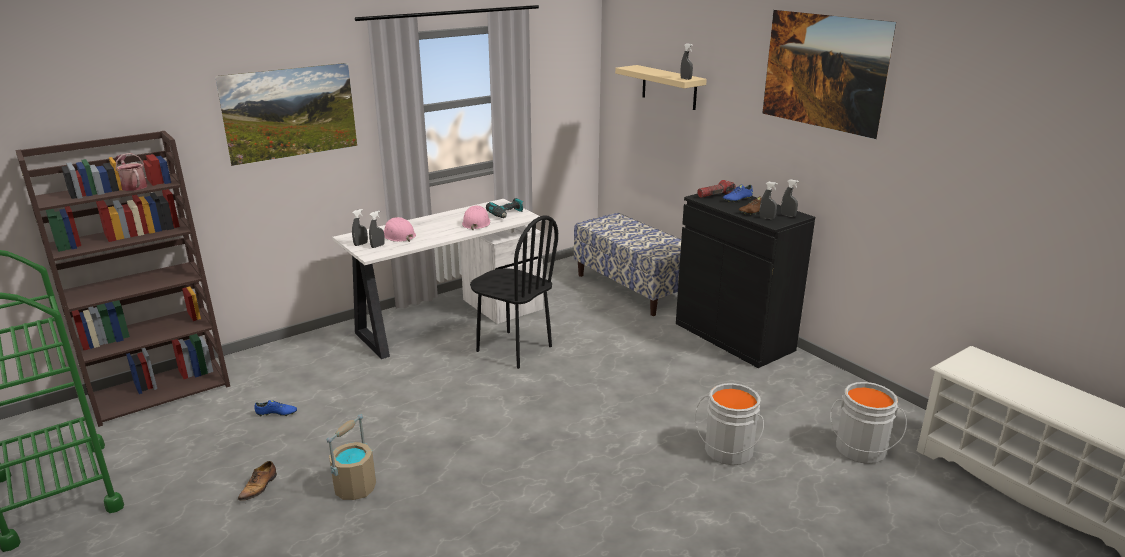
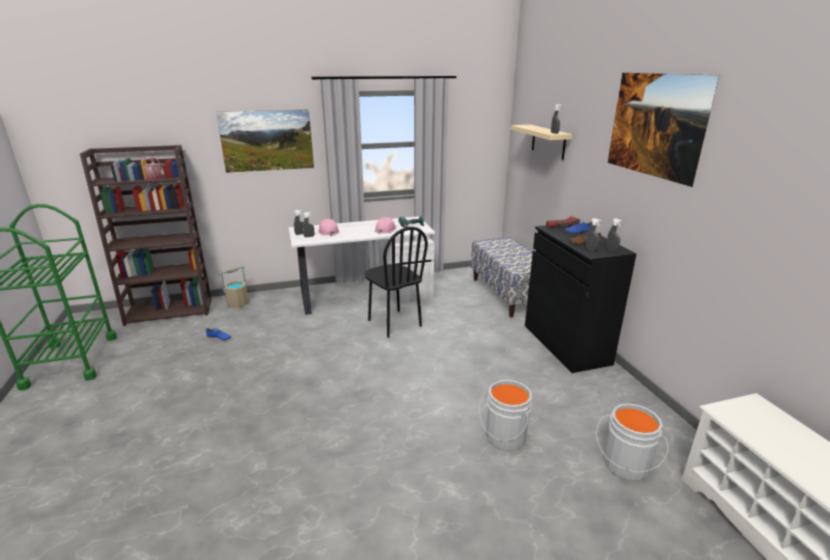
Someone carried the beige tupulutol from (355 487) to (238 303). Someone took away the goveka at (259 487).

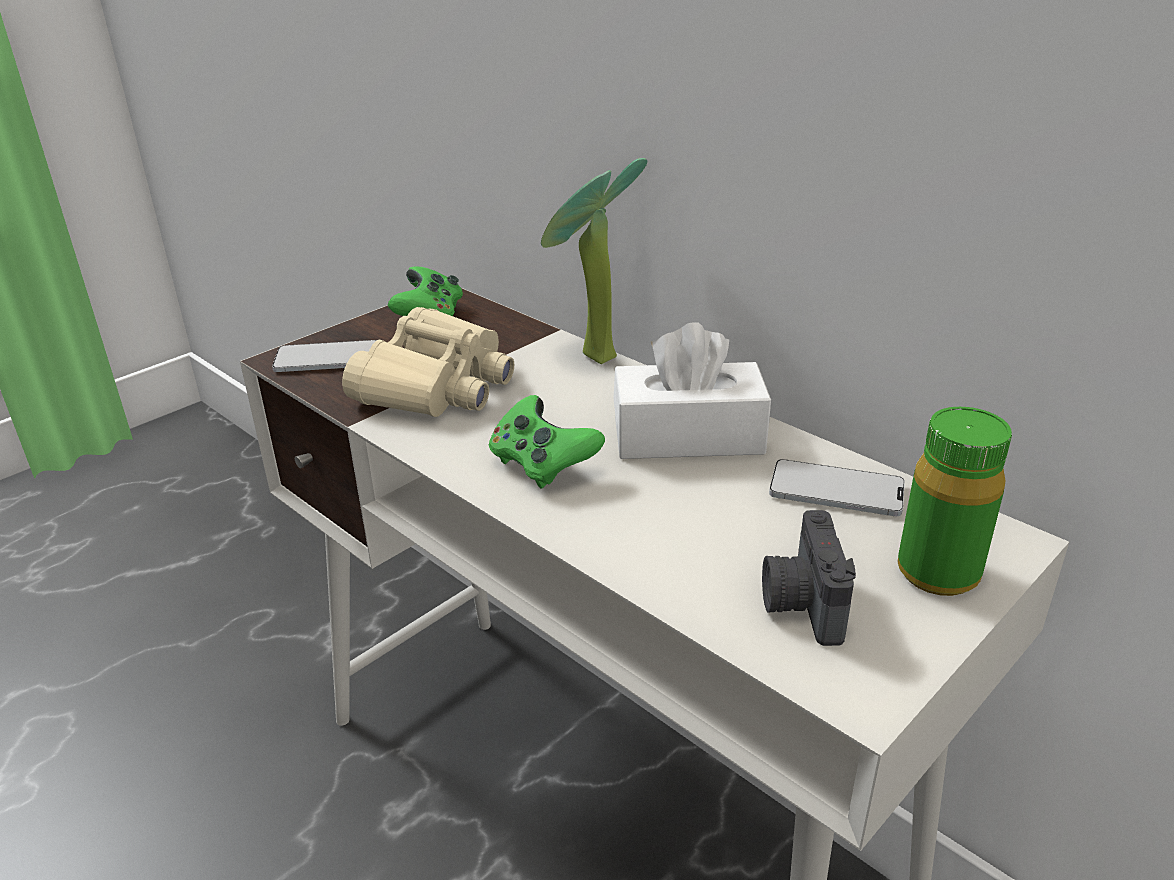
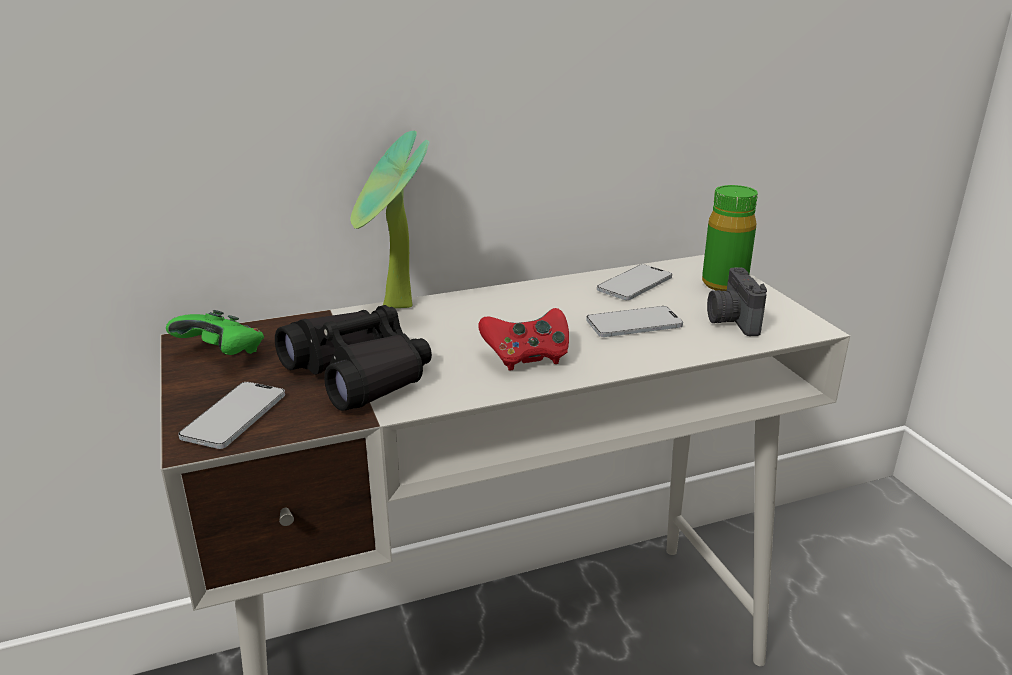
Someone repainted the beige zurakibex at (437 385), which became the black zurakibex at (359 373). Someone took away the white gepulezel at (688 436). Someone repainted the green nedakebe at (542 465), which became the red nedakebe at (527 357). Someone rotated the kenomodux at (801 604) by 60 degrees clockwise. Someone put down the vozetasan at (634 324).

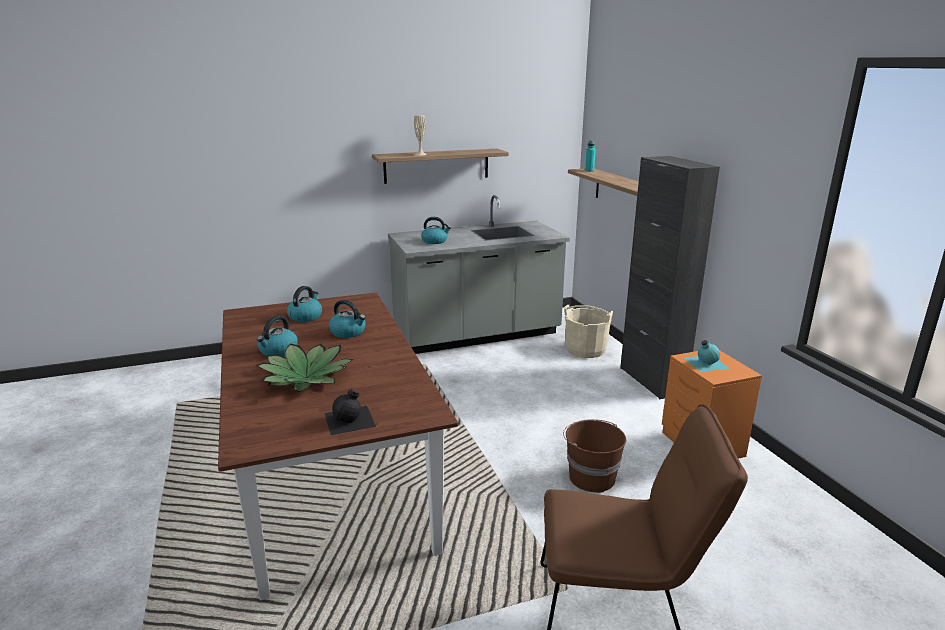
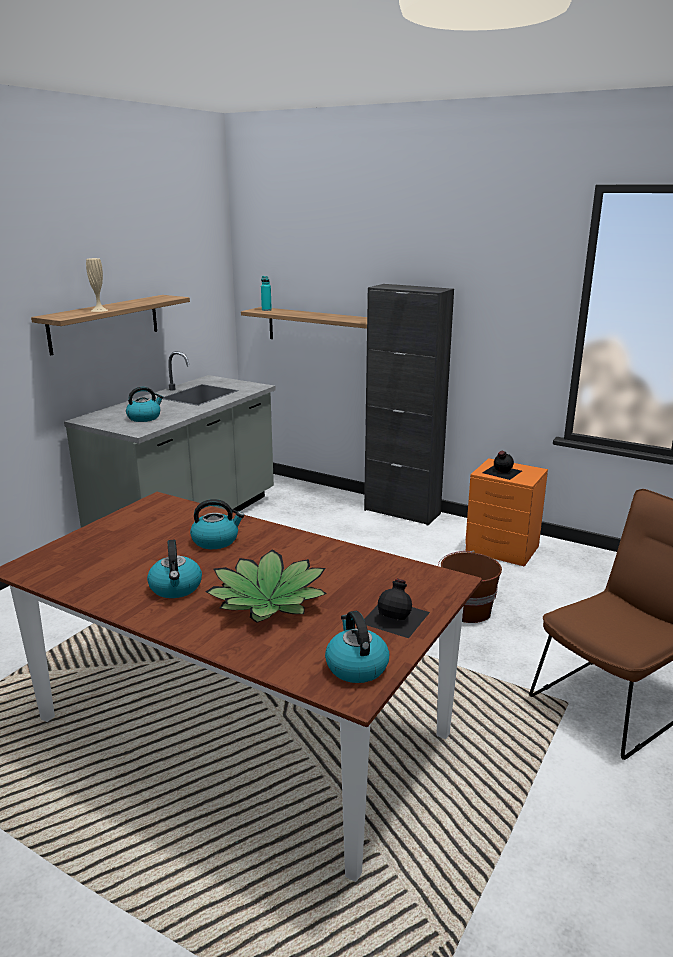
Someone carried the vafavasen from (305 317) to (356 666). Someone took away the beige tupulutol at (585 350). Someone repainted the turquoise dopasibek at (705 362), which became the black dopasibek at (501 472).

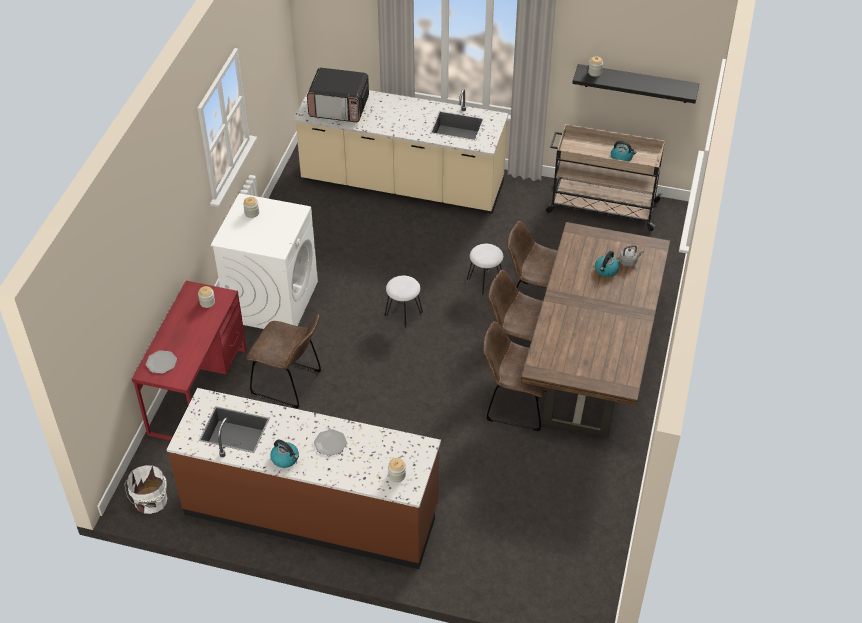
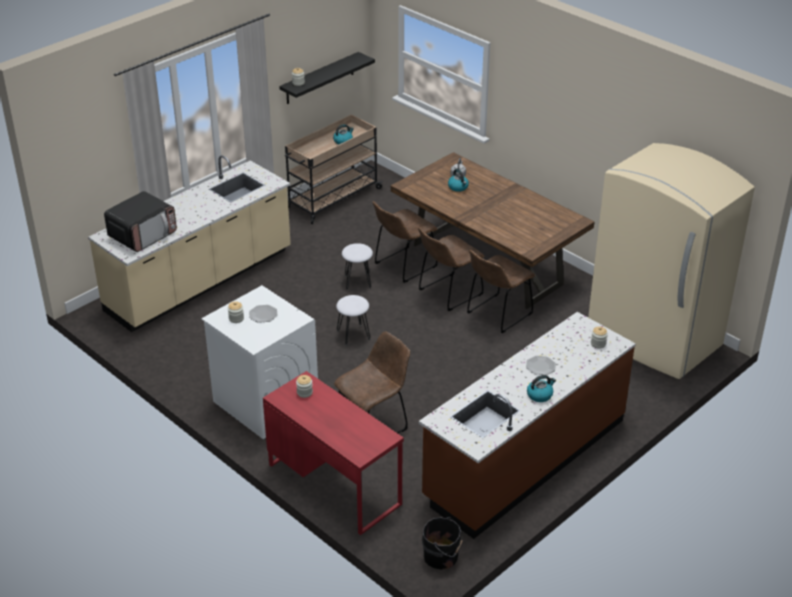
Someone carried the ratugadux from (161 363) to (263 314). Someone repainted the white tupulutol at (150 501), which became the black tupulutol at (442 557). Someone put down the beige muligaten at (653 339).

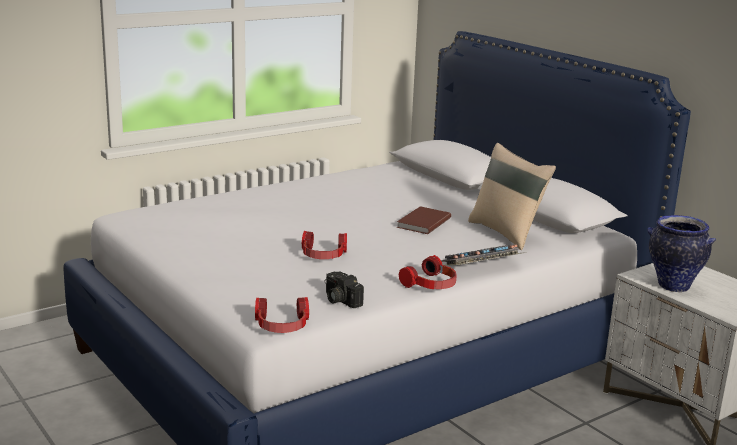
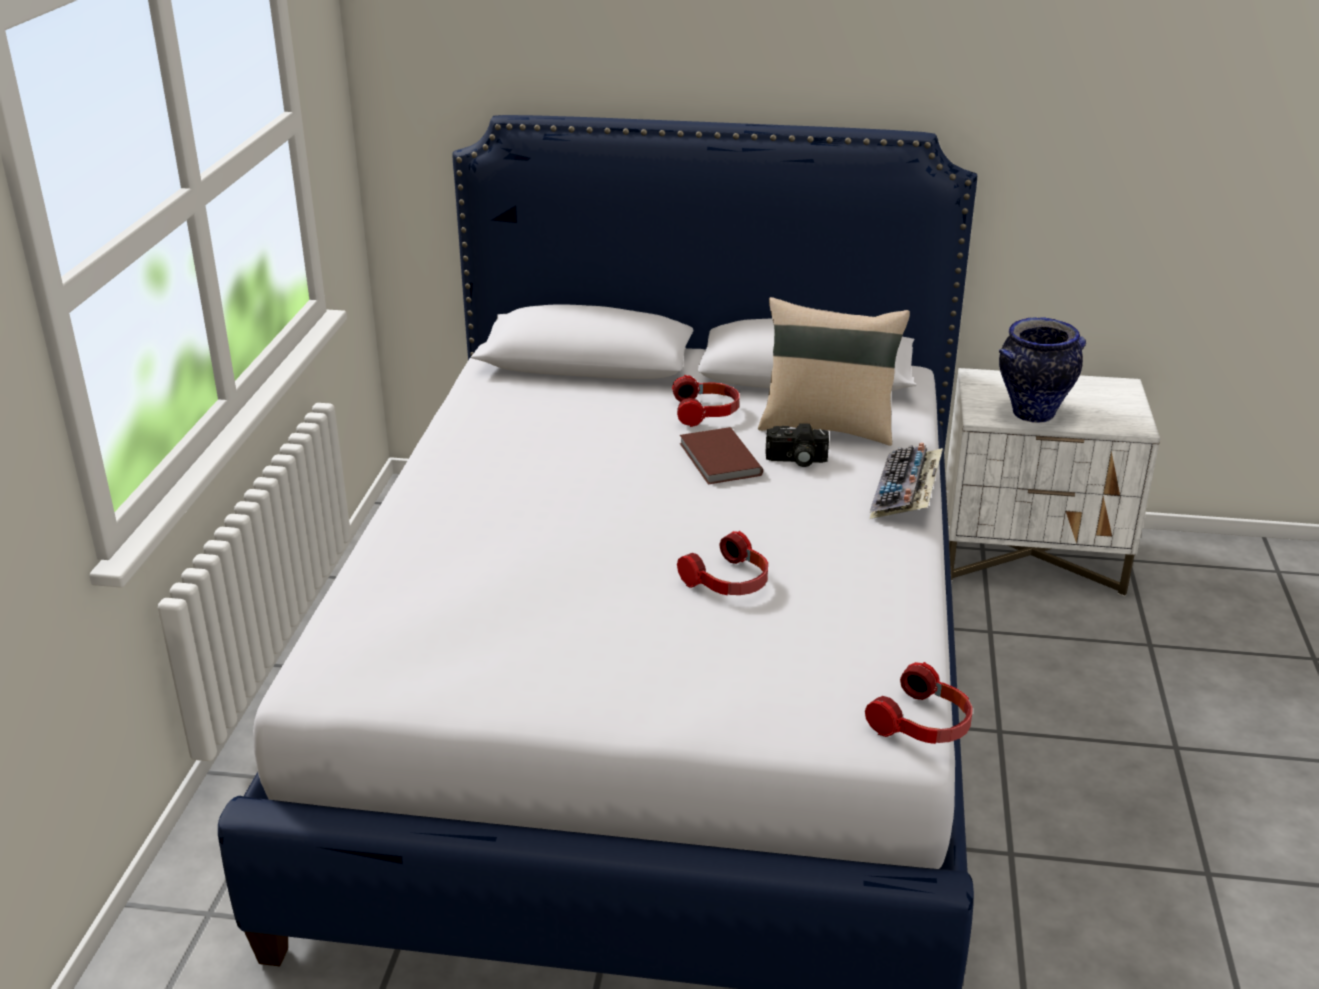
Someone carried the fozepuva from (431 285) to (706 412). Someone carried the kenomodux from (339 300) to (796 460).

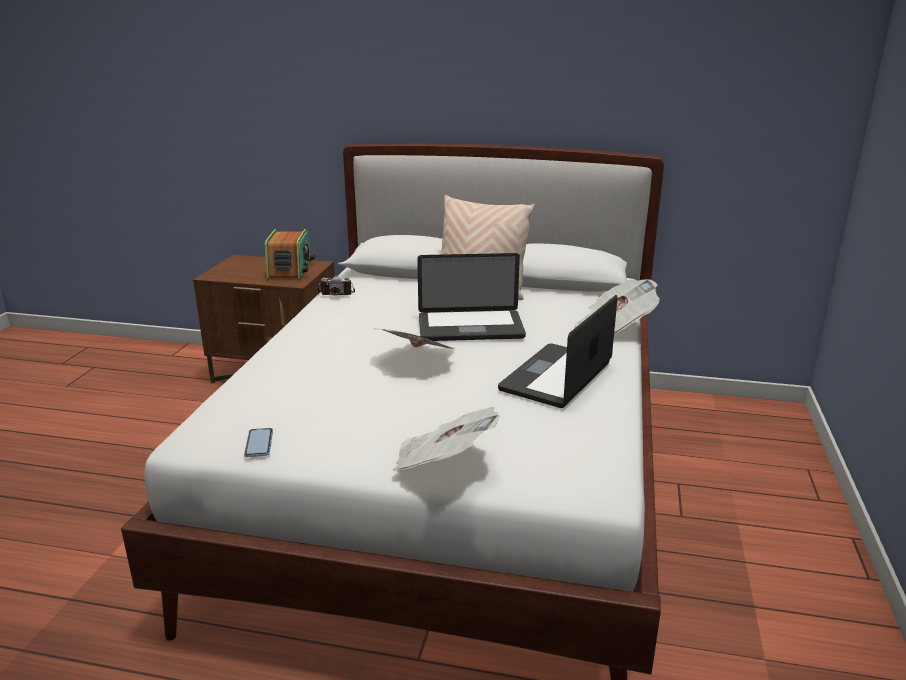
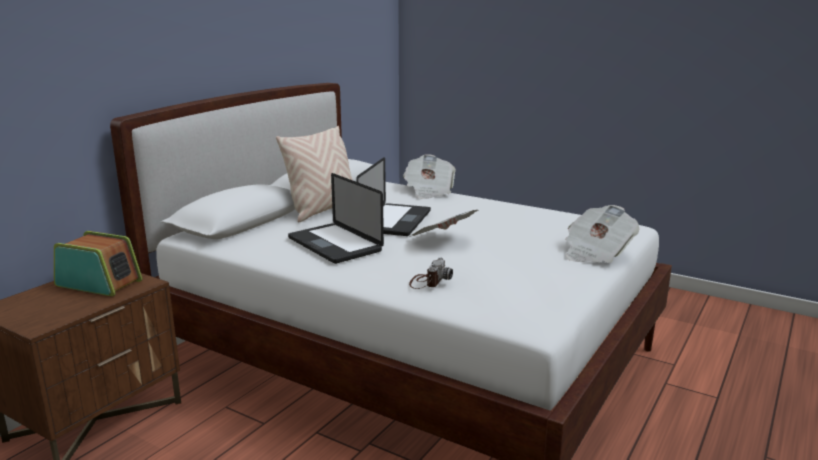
Someone carried the kenomodux from (336 293) to (428 281). Someone carried the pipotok from (556 377) to (334 244). Someone took away the vozetasan at (259 443).

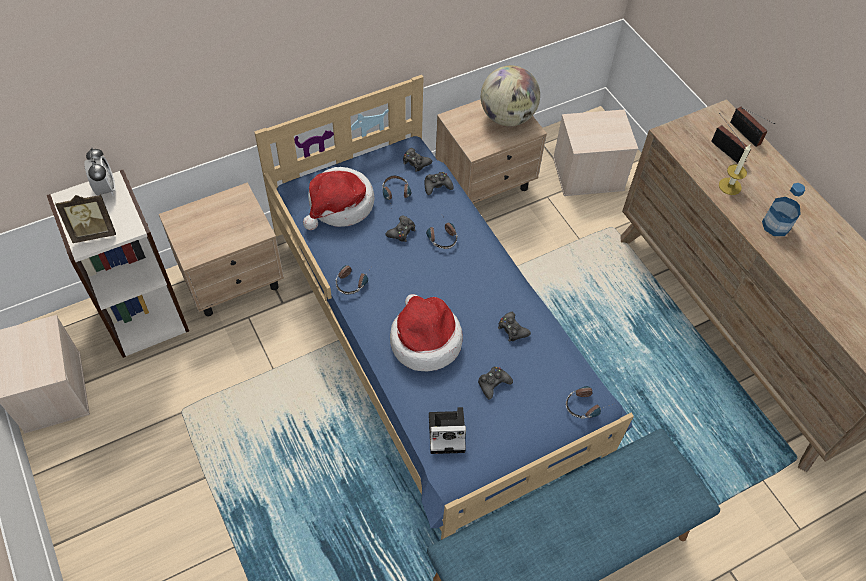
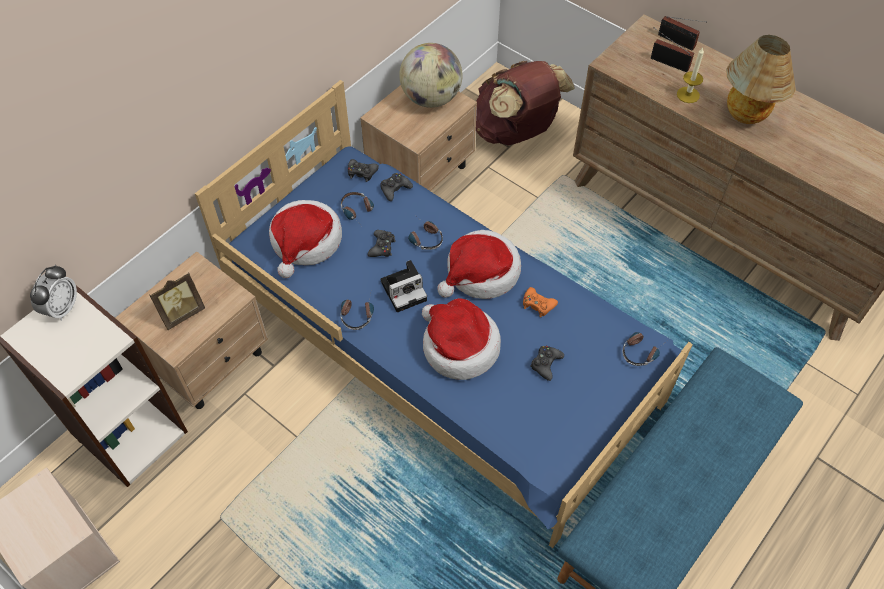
Someone swapped the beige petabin at (587 174) for the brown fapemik at (515 132). Someone rotated the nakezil at (106 189) by 60 degrees clockwise. Someone swapped the dopasibek at (776 225) for the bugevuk at (746 118). Someone carried the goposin from (94 232) to (182 313). Someone repainted the black nedakebe at (512 329), which became the orange nedakebe at (538 304). Someone carried the kenomodux from (448 432) to (405 289). Someone put down the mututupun at (481 273).

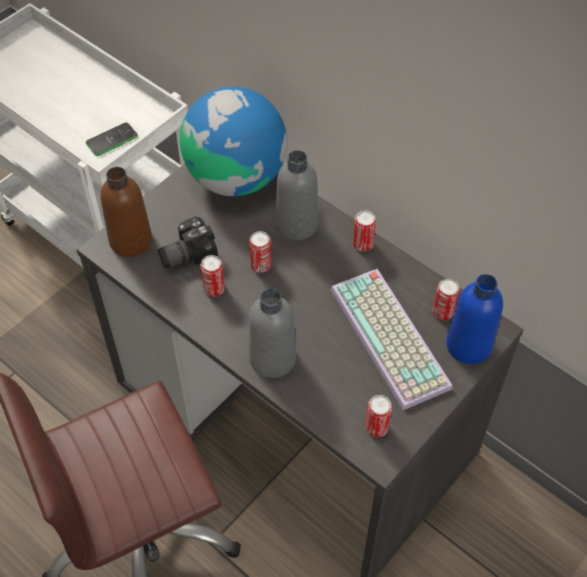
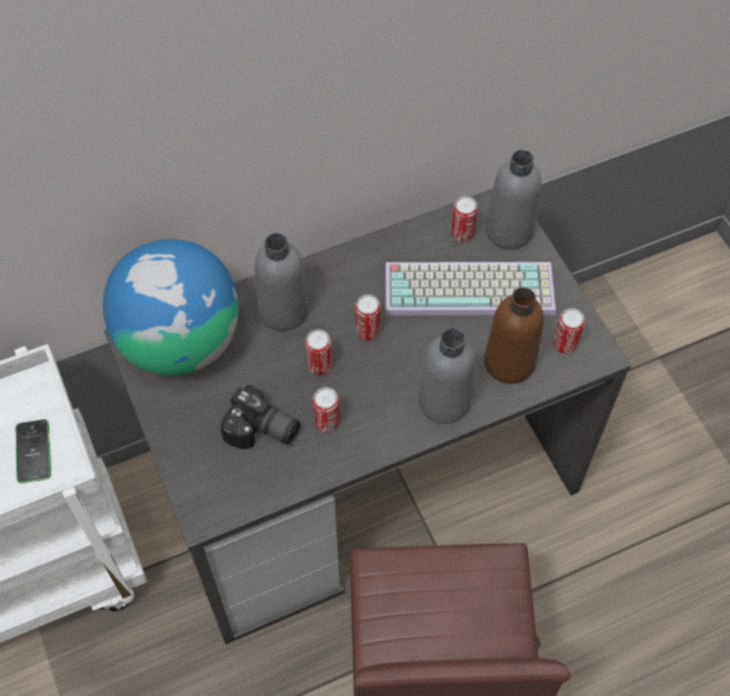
Someone carried the brown dopasibek from (131 241) to (509 362). Someone carried the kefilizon from (363 244) to (367 331). Someone rotated the kenomodux at (186 253) by 60 degrees counterclockwise. Someone repainted the blue dopasibek at (468 345), which became the grey dopasibek at (509 230).

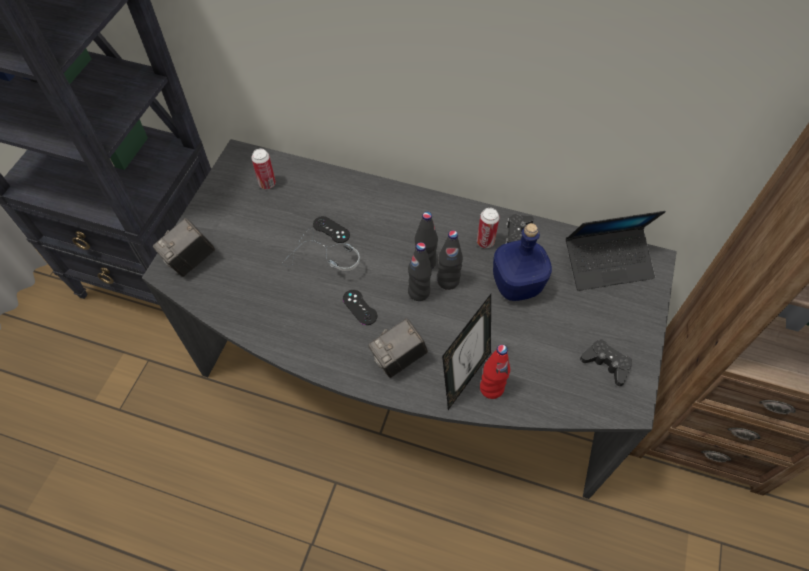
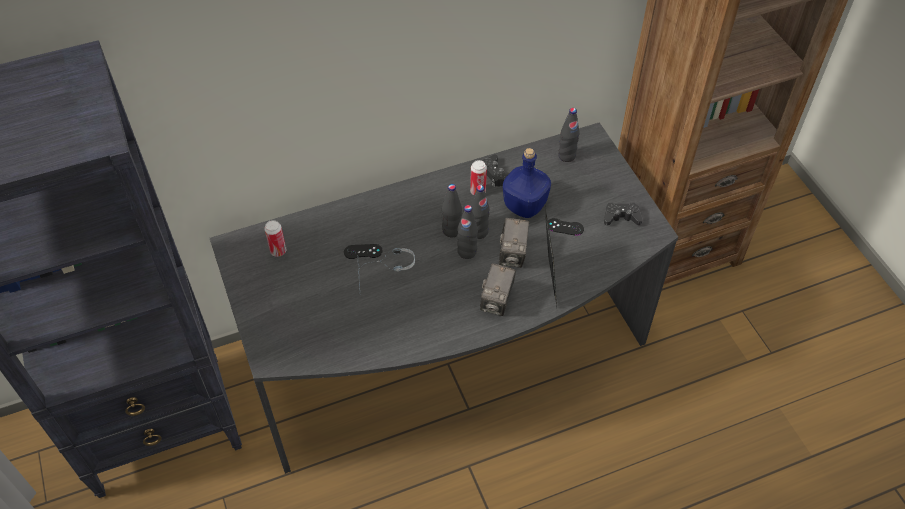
Someone swapped the pipotok at (607 263) for the black dopasibek at (566 156). Someone carried the kenomodux from (191 261) to (512 255). Someone carried the black nedakebe from (360 307) to (565 227). Someone took away the red dopasibek at (491 388).

